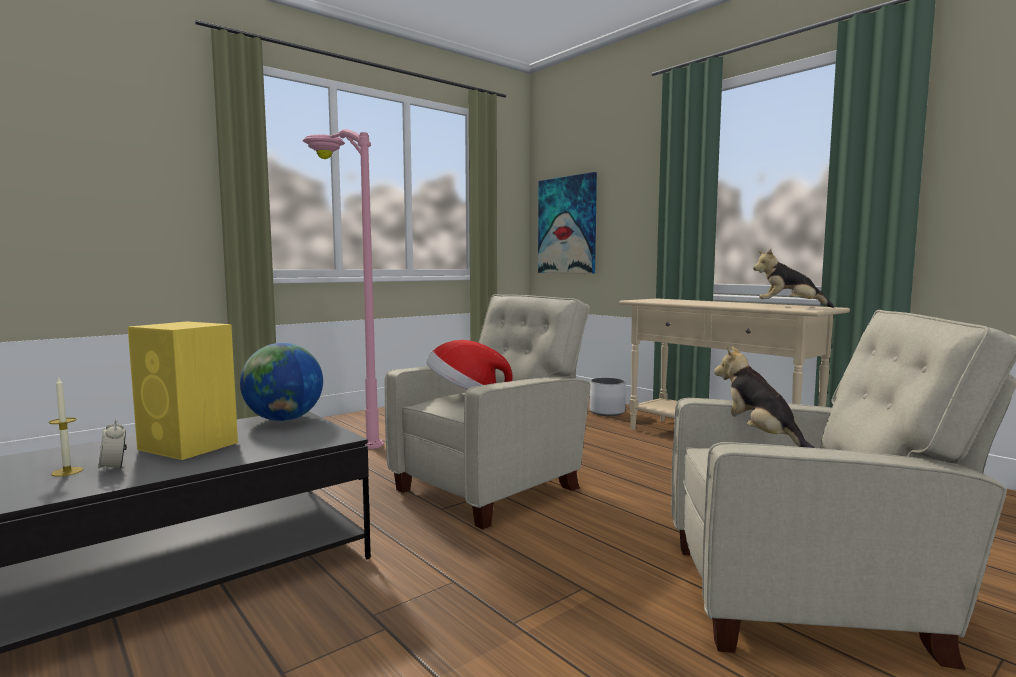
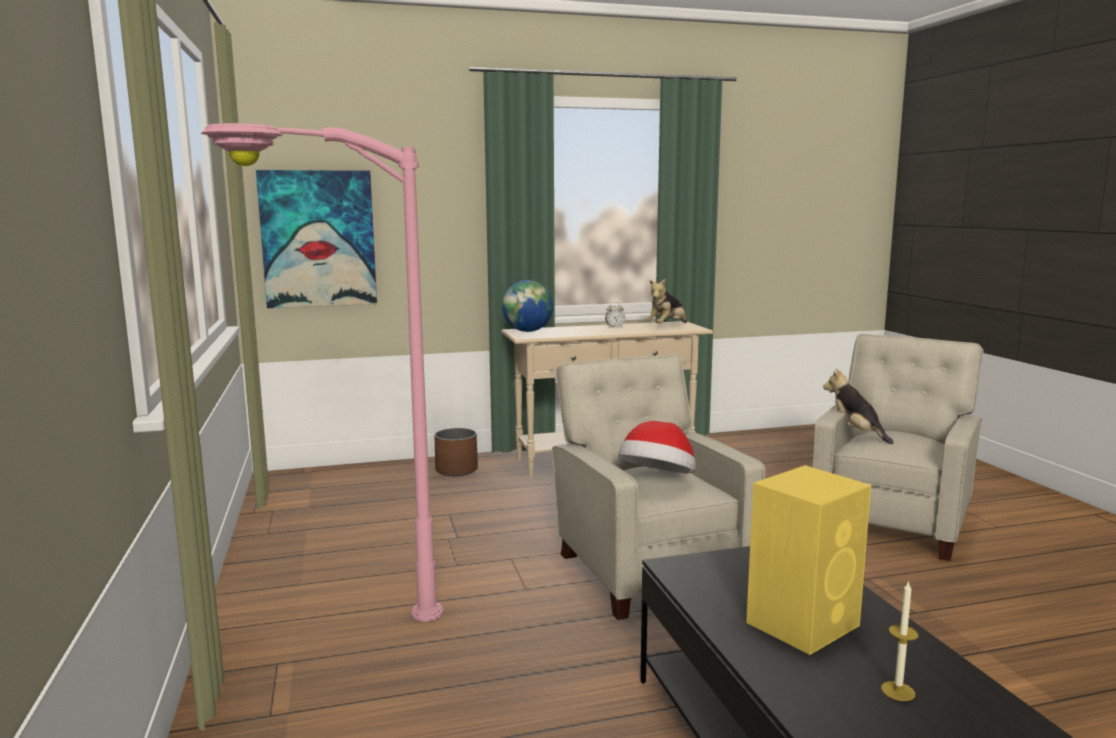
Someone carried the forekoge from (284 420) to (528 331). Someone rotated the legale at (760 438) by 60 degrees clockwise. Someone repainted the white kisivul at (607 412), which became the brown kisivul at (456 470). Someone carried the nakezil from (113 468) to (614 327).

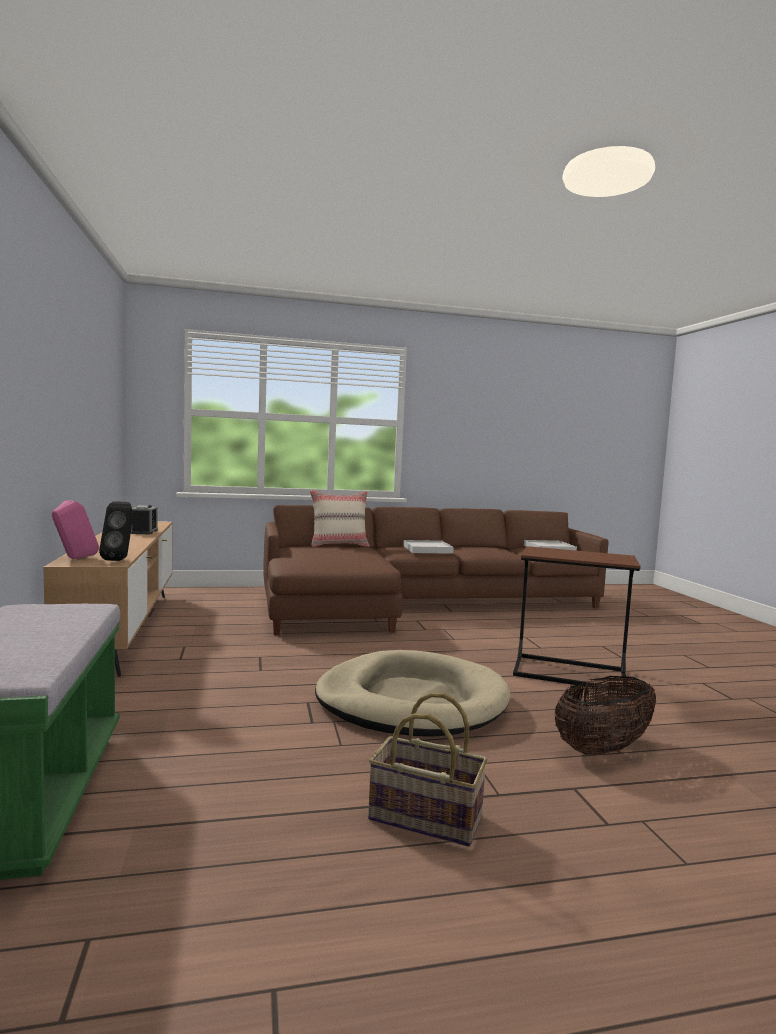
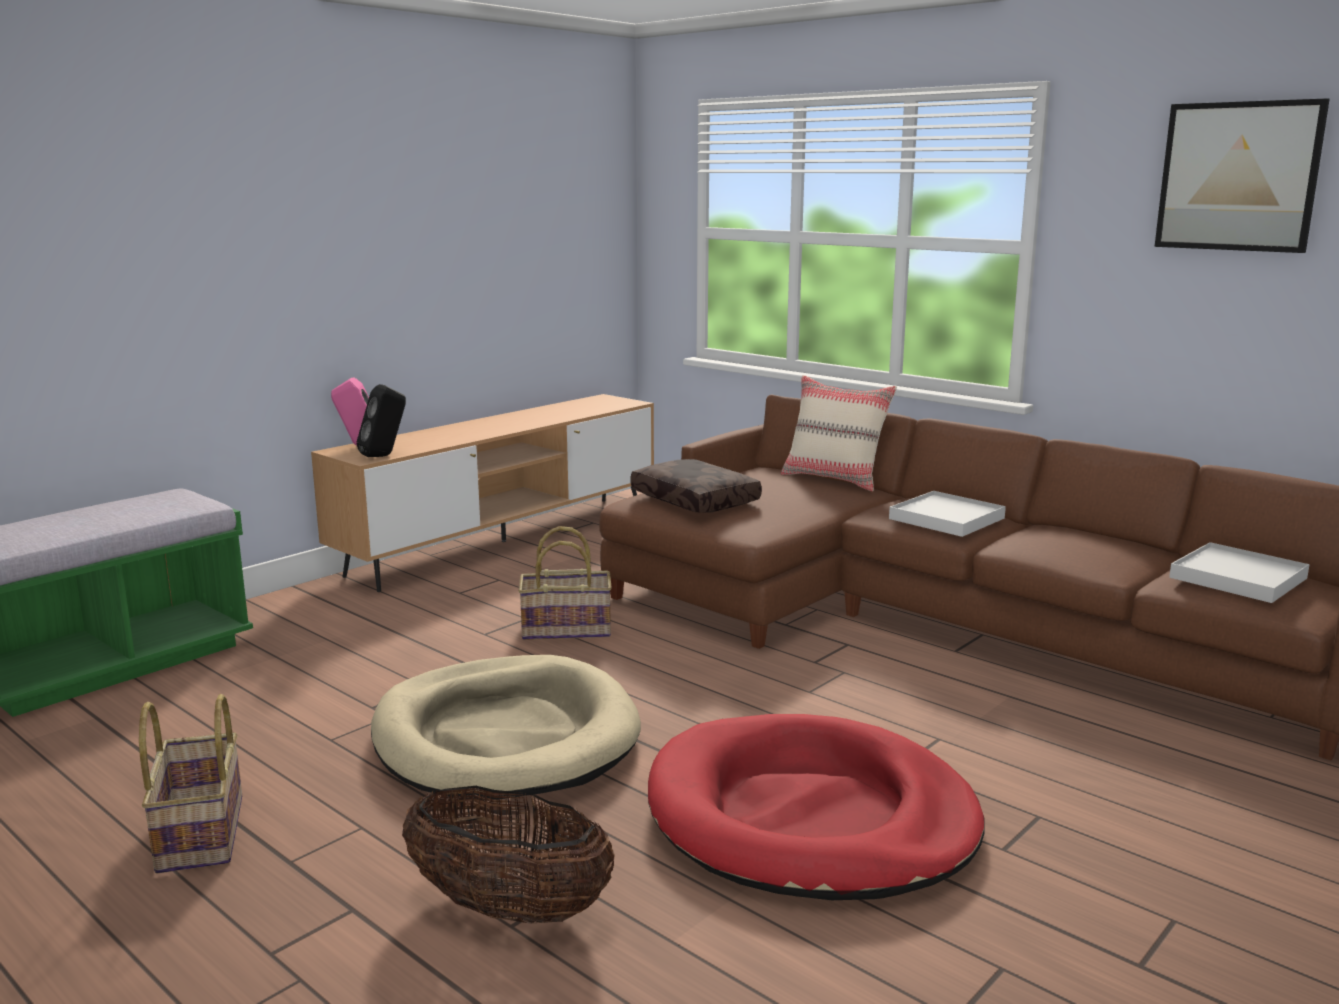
Someone took away the nakezil at (144 532). Someone swapped the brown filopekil at (569 673) for the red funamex at (810 817). Someone put up the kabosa at (1238 176). Someone put down the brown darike at (697 500). Someone put down the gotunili at (567 629).

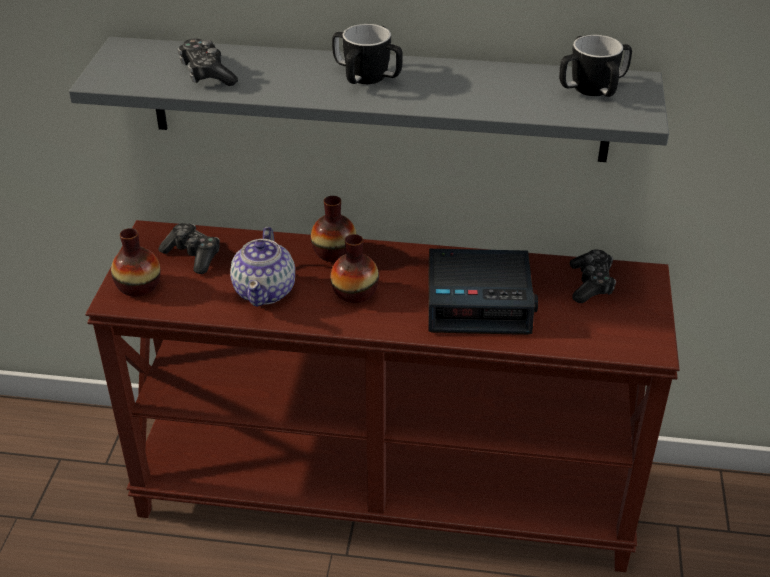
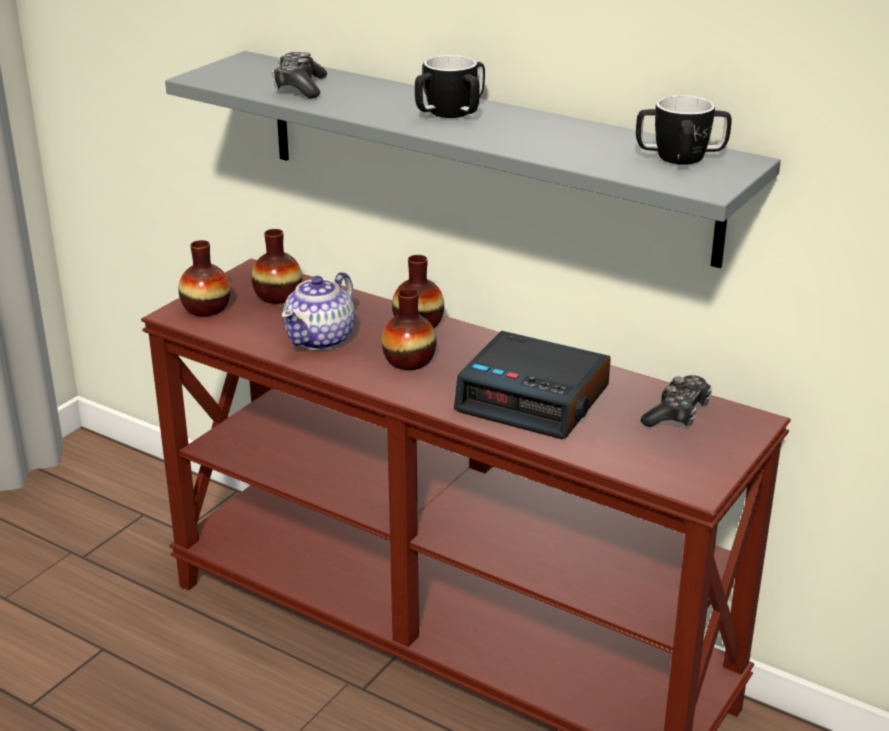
Someone swapped the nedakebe at (193 255) for the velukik at (278 296).

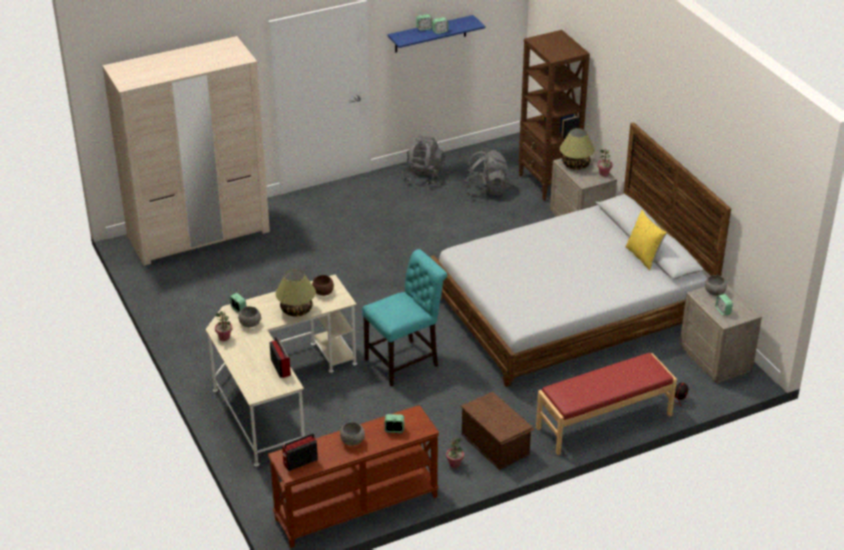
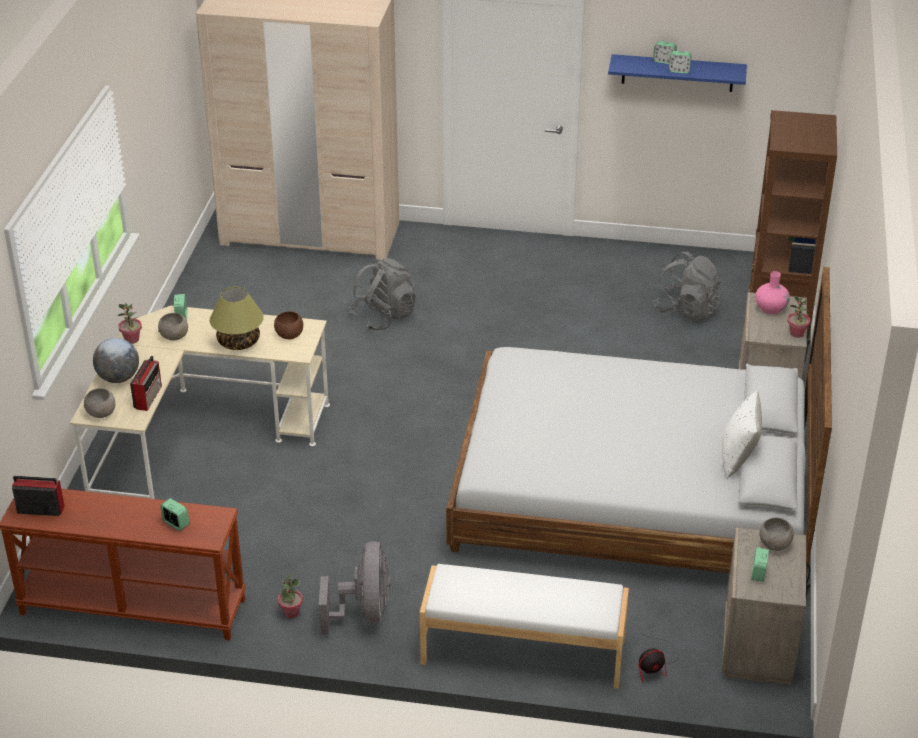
Someone swapped the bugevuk at (575 165) for the pink velukik at (770 309). Someone carried the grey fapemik from (423 176) to (384 316). Someone repainted the yellow darike at (643 256), which became the white darike at (738 459). Someone took away the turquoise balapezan at (405 361). Someone repainted the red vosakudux at (604 422), which became the white vosakudux at (523 652). Someone swapped the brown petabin at (495 443) for the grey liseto at (363 612). Someone carried the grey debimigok from (352 441) to (101 413). Someone put down the forekoge at (118 378).

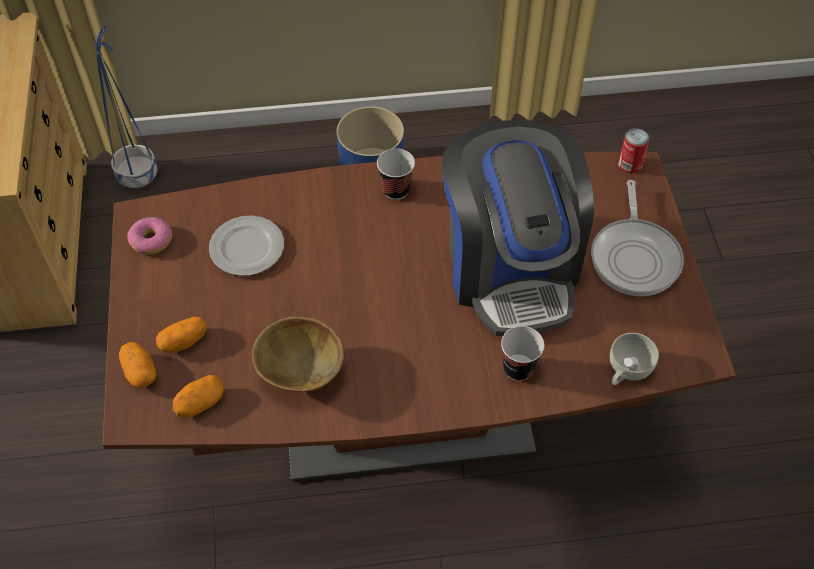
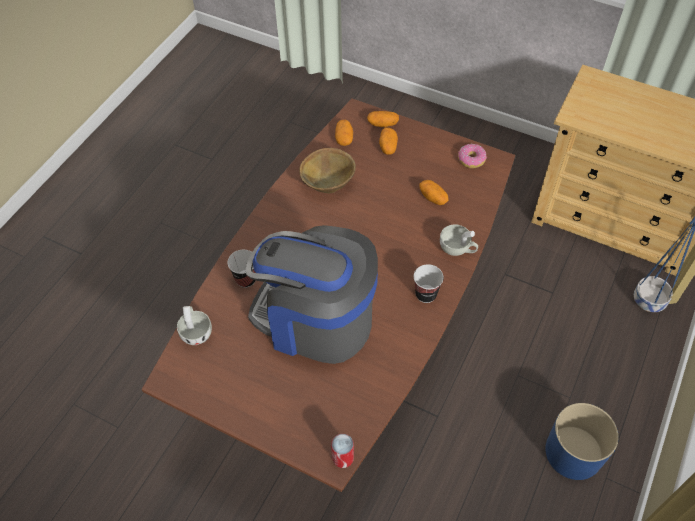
Someone took away the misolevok at (635 256). Someone swapped the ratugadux at (246 248) for the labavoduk at (433 198). Someone put down the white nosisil at (457 249).

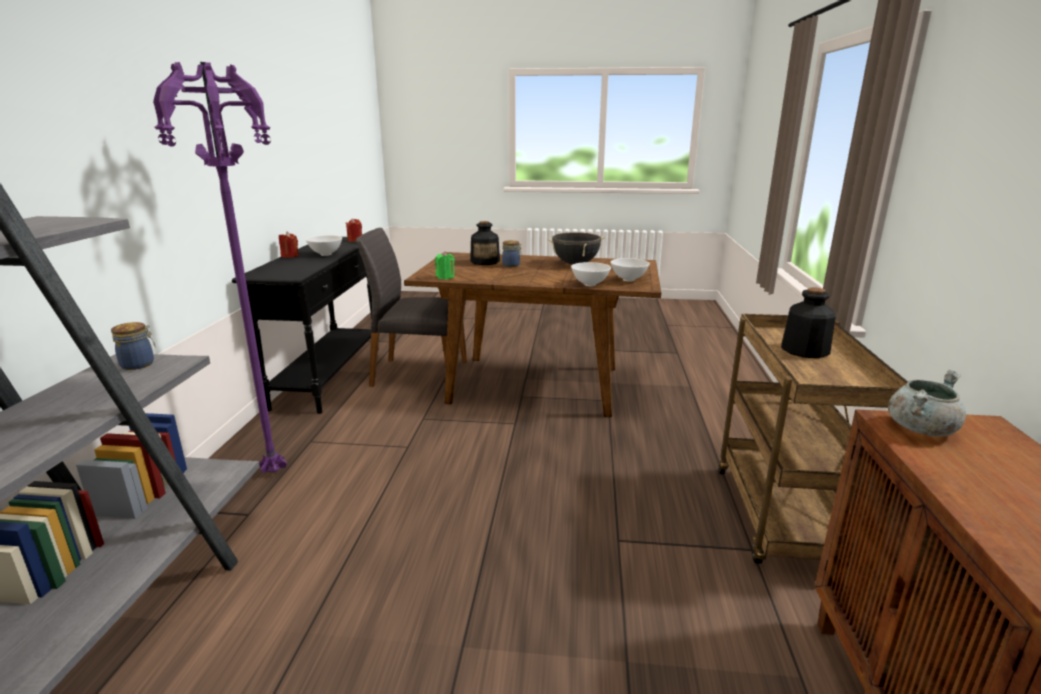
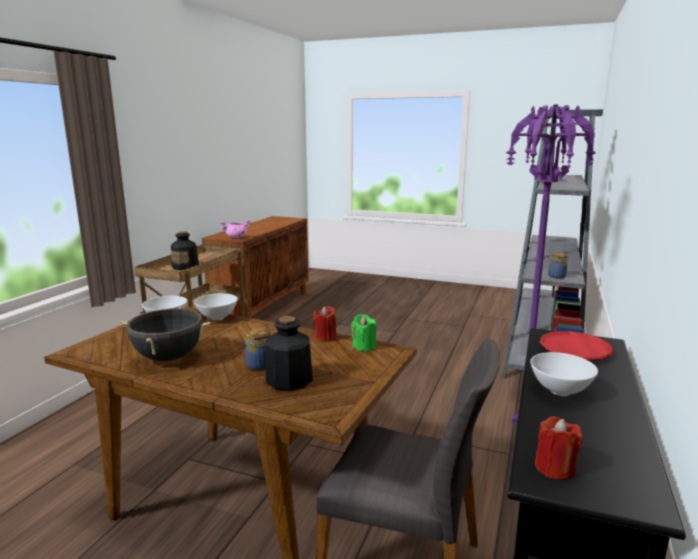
Someone carried the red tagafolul from (290 256) to (325 337). Someone repainted the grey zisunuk at (920 428), which became the pink zisunuk at (236 237). Someone put down the red ratugadux at (574 350).

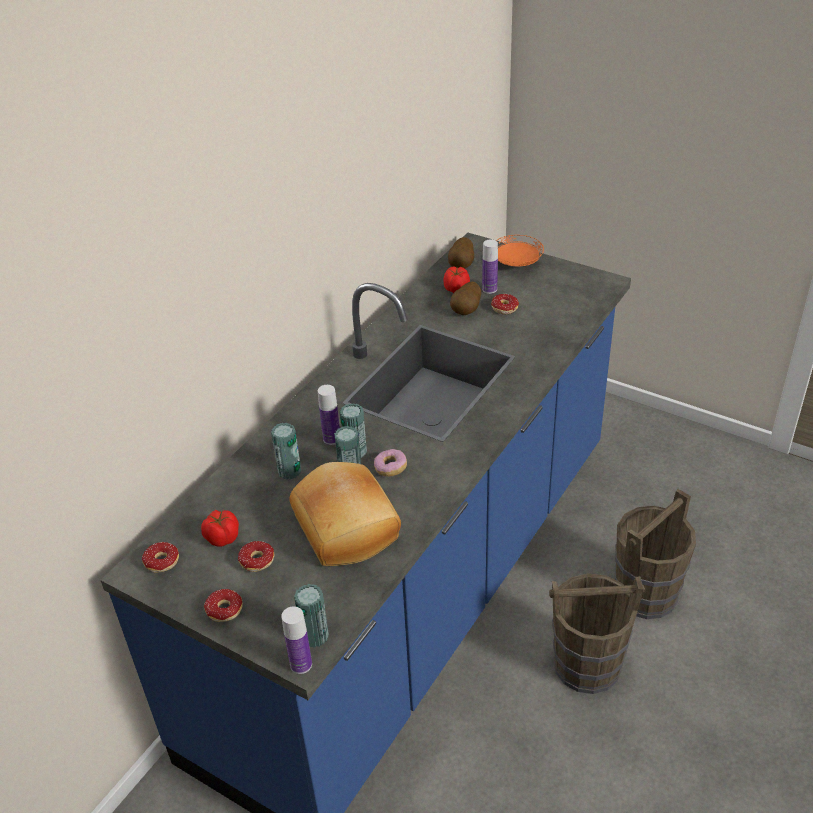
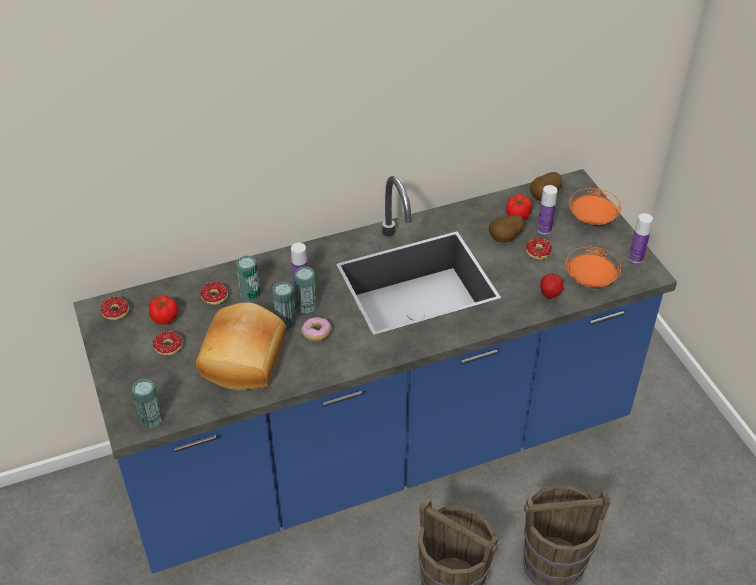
Someone carried the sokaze from (223 615) to (211 300). Someone carried the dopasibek from (301 664) to (636 258). Someone put down the orange ratugadux at (590 278). Someone put down the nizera at (549 296).

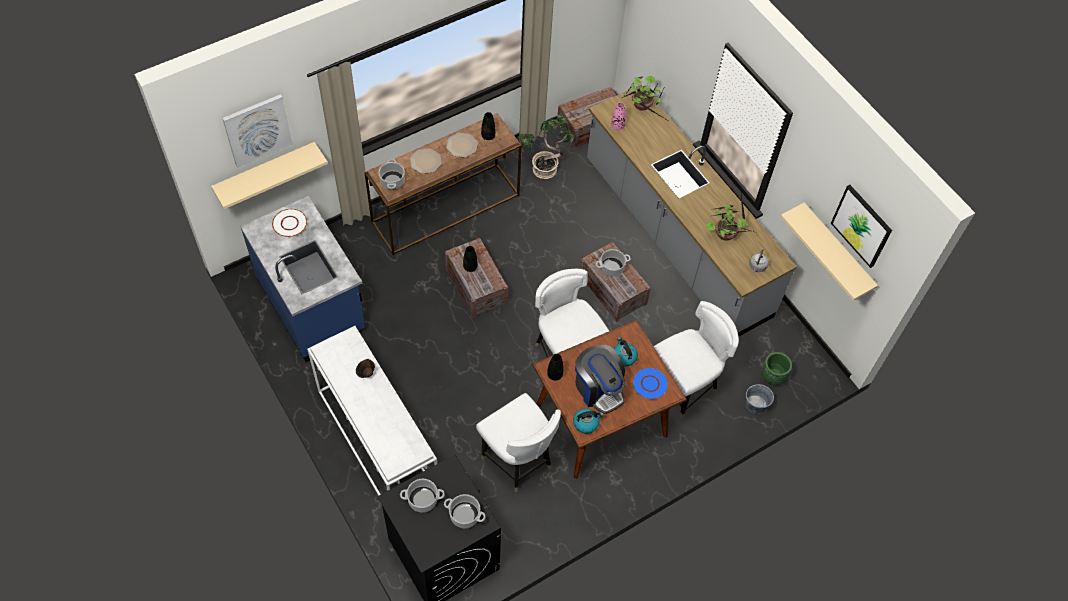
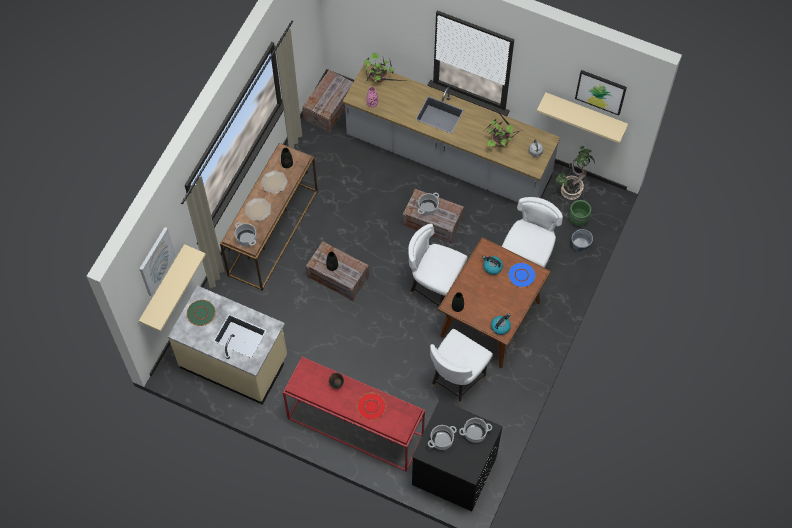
Someone carried the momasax from (545 168) to (570 189). Someone repainted the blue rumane at (312 305), which became the beige rumane at (234 361). Someone repainted the white ratugadux at (289 223), which became the green ratugadux at (201 313). Someone repainted the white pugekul at (376 442), which became the red pugekul at (354 428). Someone took away the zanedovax at (598 388). Someone rotated the white balapezan at (518 461) by 105 degrees clockwise. Someone put down the red ratugadux at (371 406).

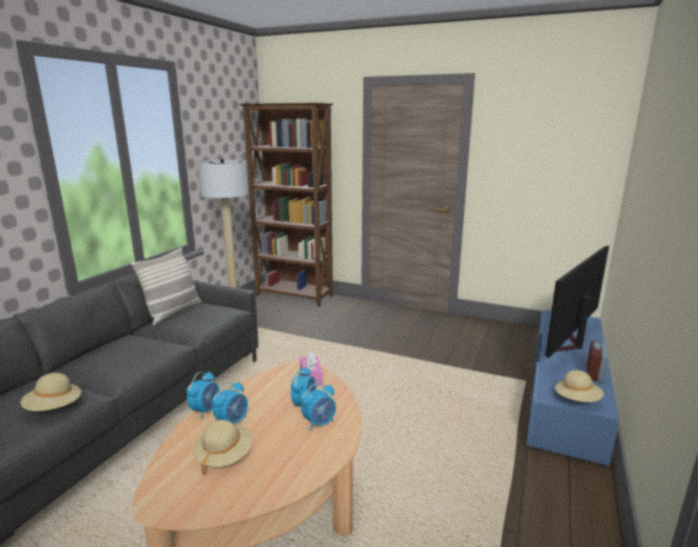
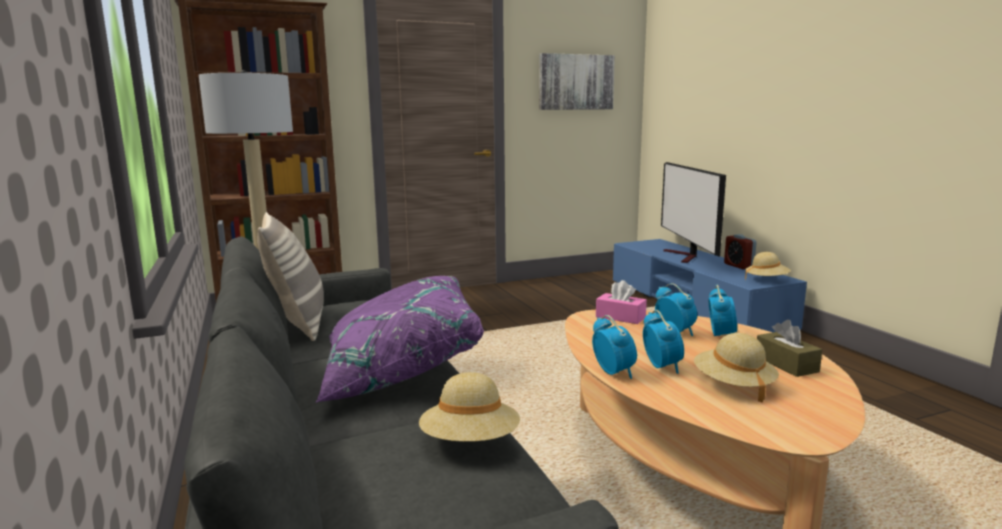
Someone put up the kabosa at (576 82). Someone put down the purple darike at (398 370). Someone put down the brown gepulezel at (786 364).

